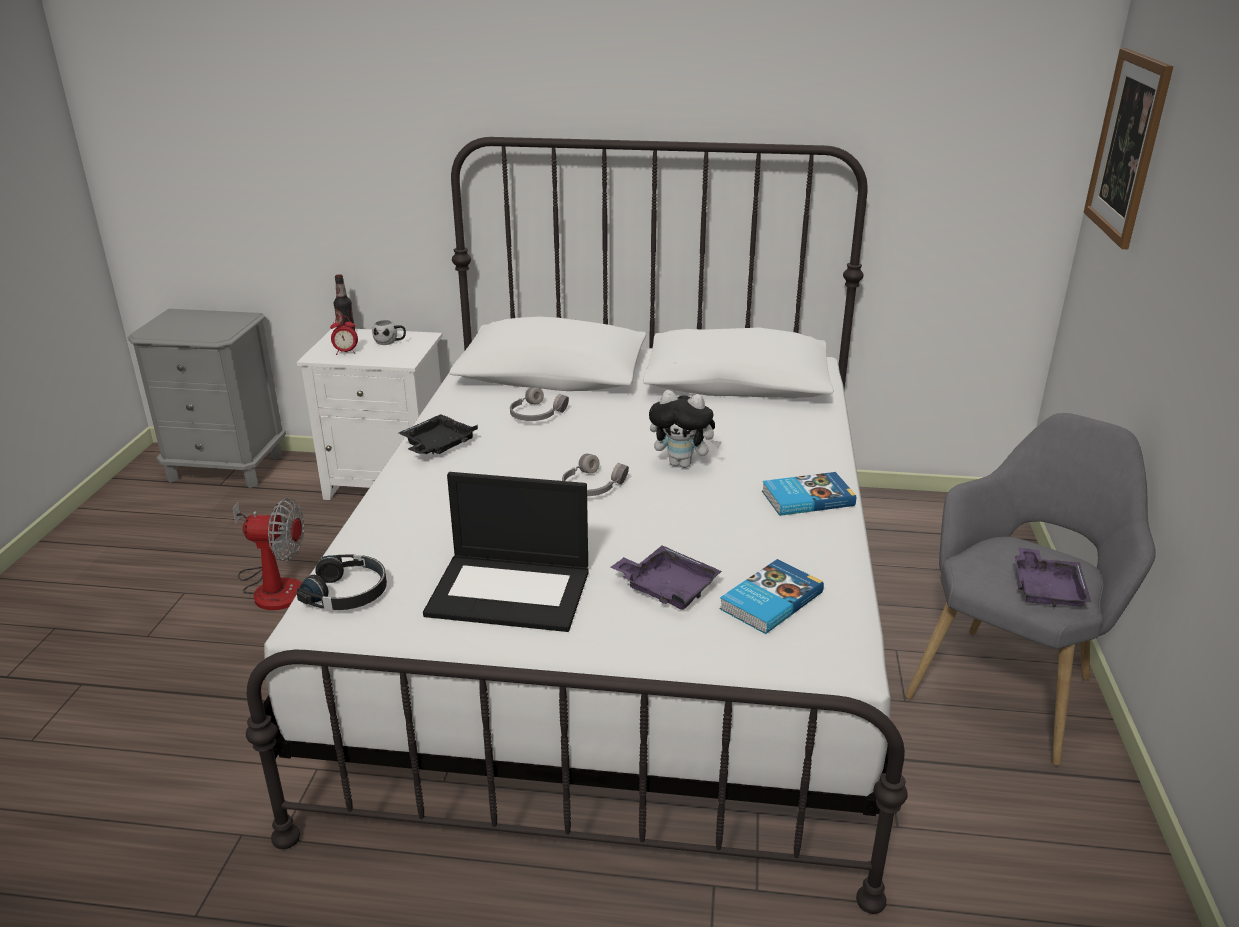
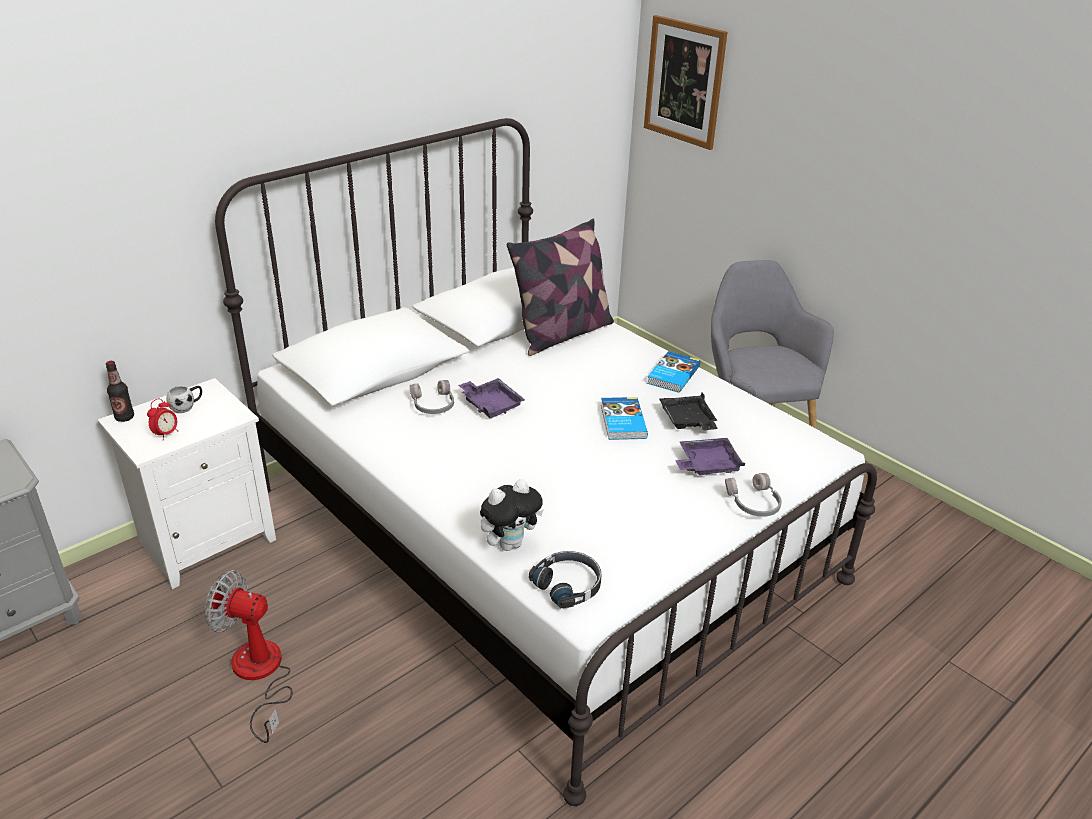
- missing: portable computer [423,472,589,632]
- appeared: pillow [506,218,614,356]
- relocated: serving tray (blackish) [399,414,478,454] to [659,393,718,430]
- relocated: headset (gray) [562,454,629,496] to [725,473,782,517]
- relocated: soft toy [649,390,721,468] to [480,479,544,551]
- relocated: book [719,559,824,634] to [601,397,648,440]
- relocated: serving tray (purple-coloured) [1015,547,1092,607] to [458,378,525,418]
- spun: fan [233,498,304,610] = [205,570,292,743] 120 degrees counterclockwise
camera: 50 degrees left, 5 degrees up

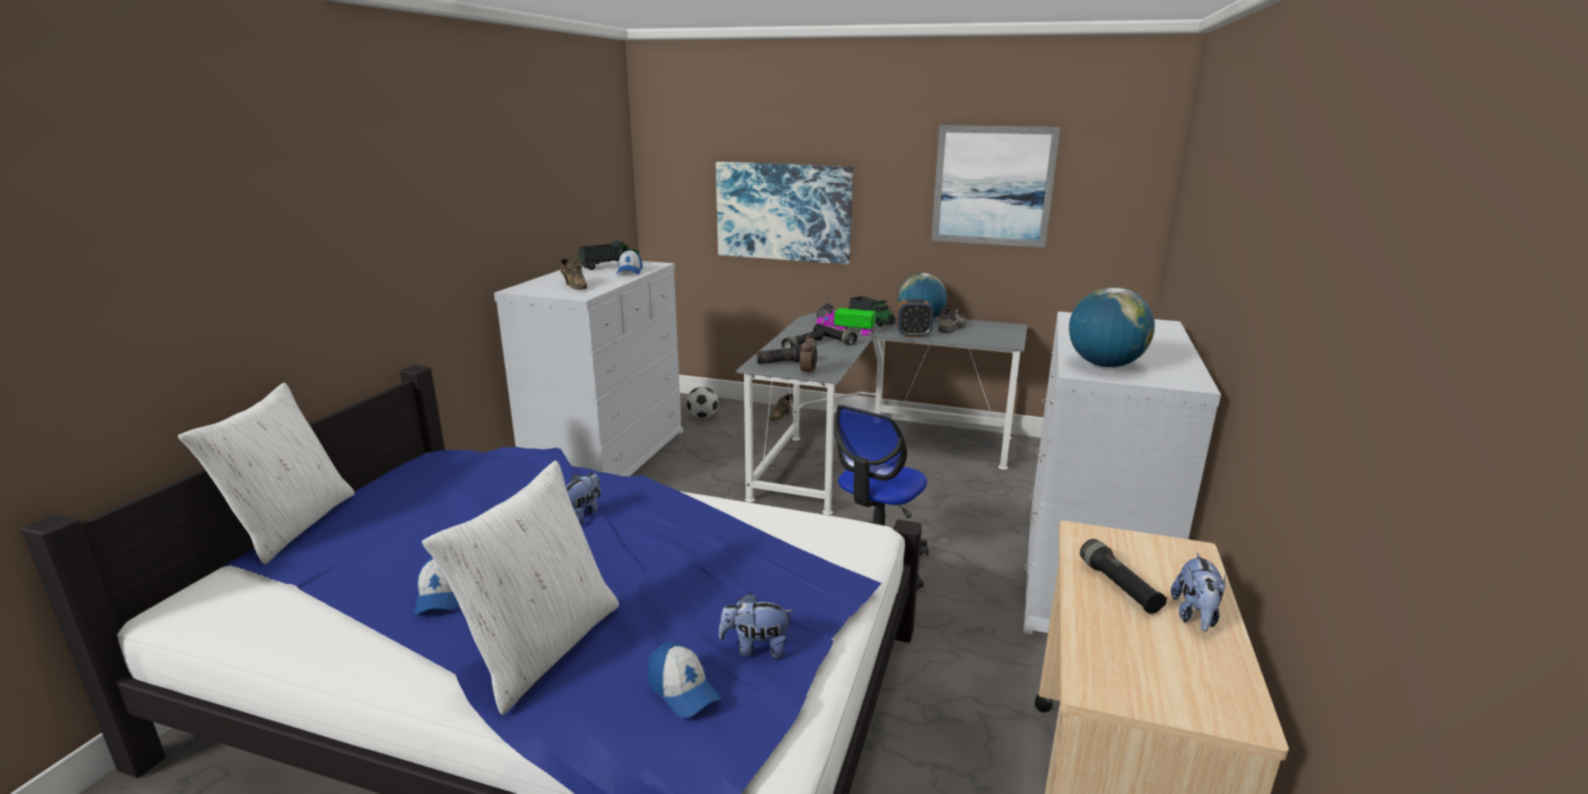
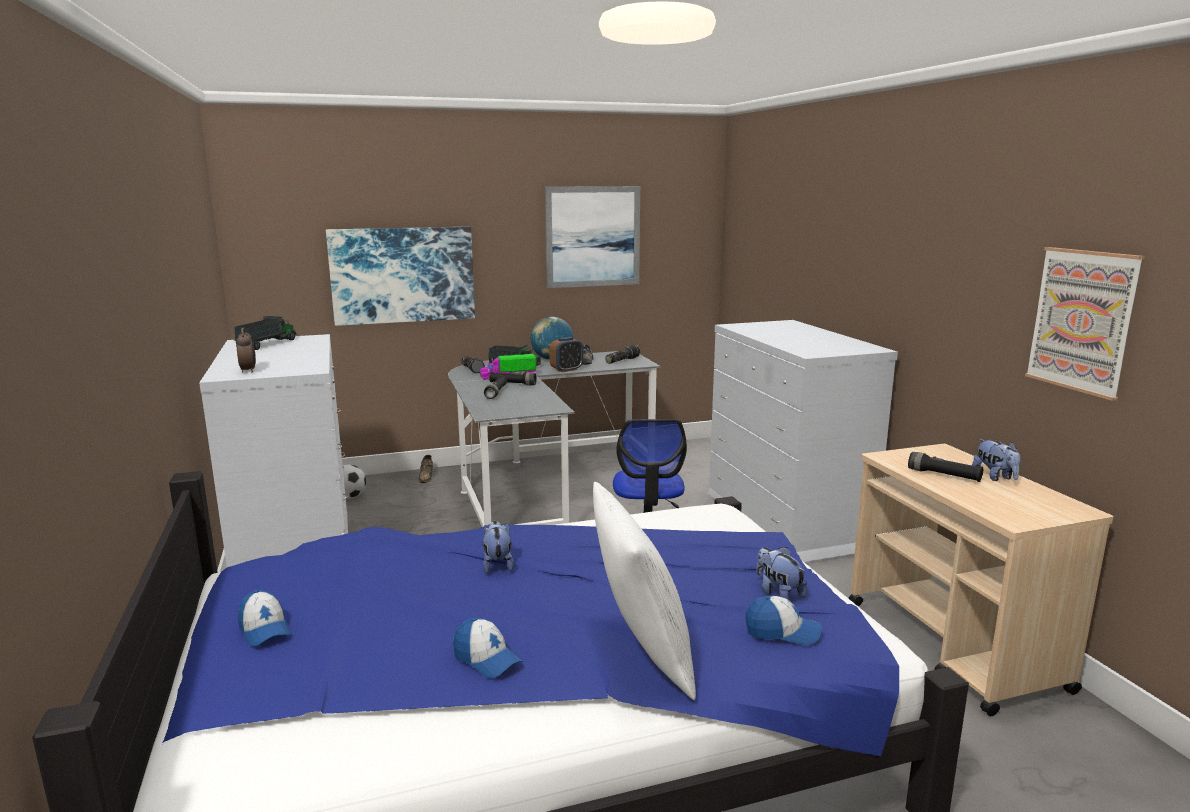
- missing: pillow (whitish) [178,383,355,564]
- missing: item of footwear (brownish) [560,259,587,290]
- missing: desk globe [1069,287,1155,367]
- appeared: wall picture [1025,247,1145,401]
- relocated: baseball cap [617,250,643,274] to [238,590,292,647]
- relocated: hand torch [756,344,802,364] to [605,345,640,364]
- relocated: alarm clock [800,334,817,376] to [237,328,256,372]
- spun: soft toy [719,593,795,659] = [756,547,807,600] 90 degrees clockwise
camera: 35 degrees left, 5 degrees down

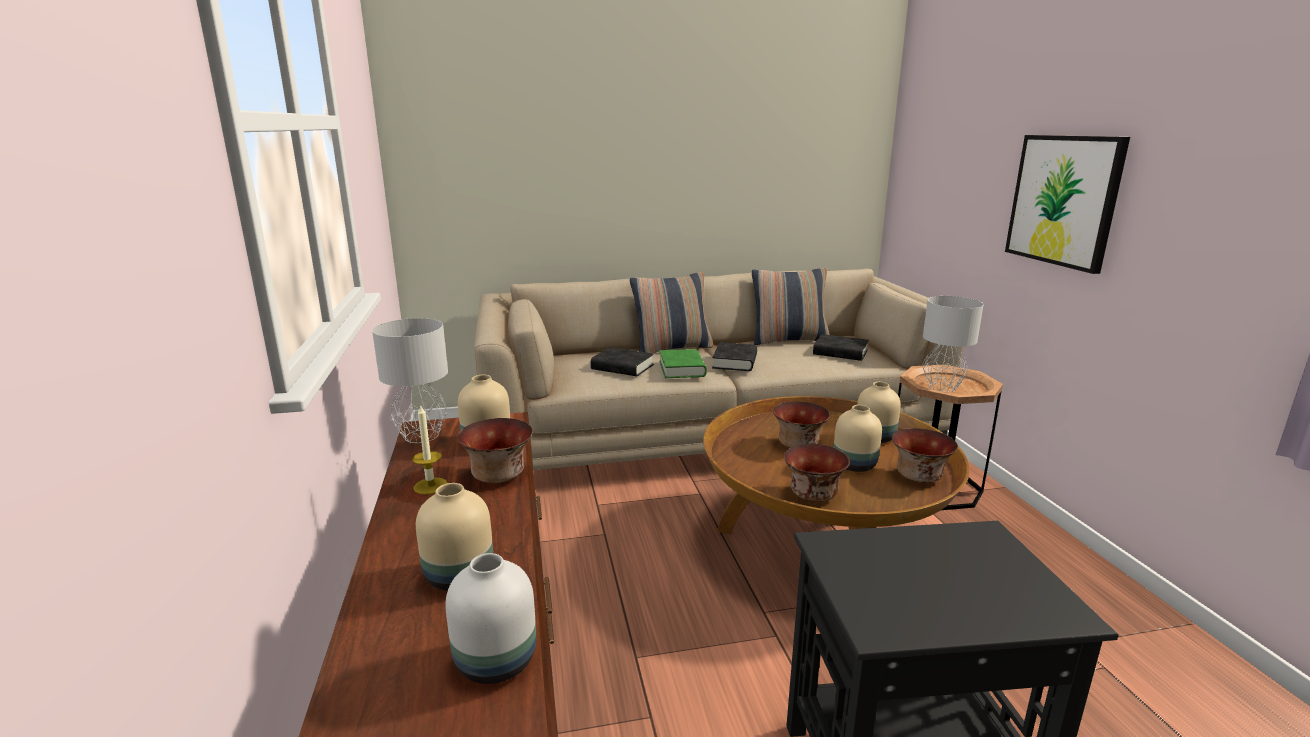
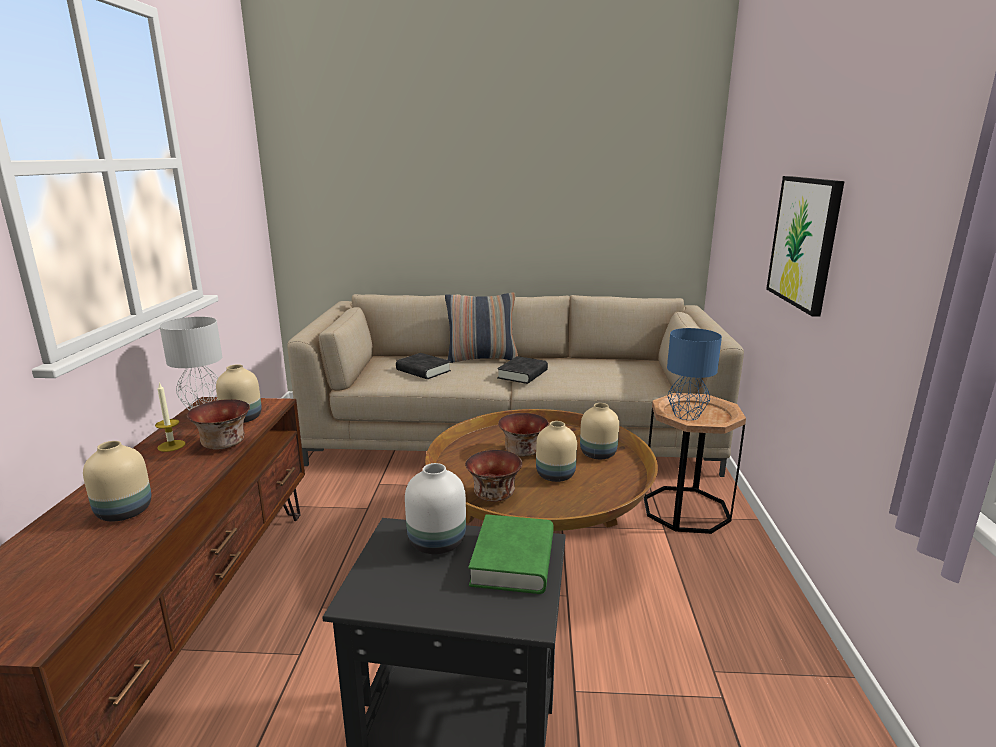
- missing: pillow [752,268,830,345]
- missing: book (blackish) [813,334,869,361]
- missing: bowl [892,428,958,483]
- relocated: vase (whitish) [446,553,536,684] to [405,463,466,554]
- relocated: book (green) [659,349,707,378] to [468,514,554,594]
- colour: tabletop lamp (gray) [922,296,984,392] to tabletop lamp (bluish) [667,328,722,420]
camera: 15 degrees right, 0 degrees up

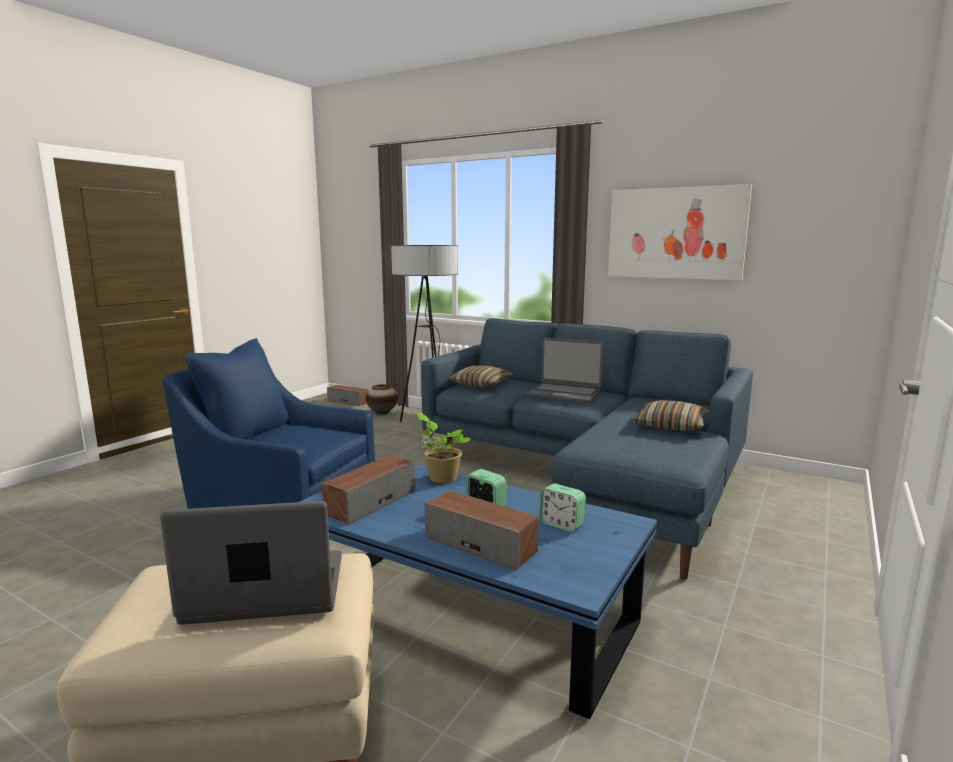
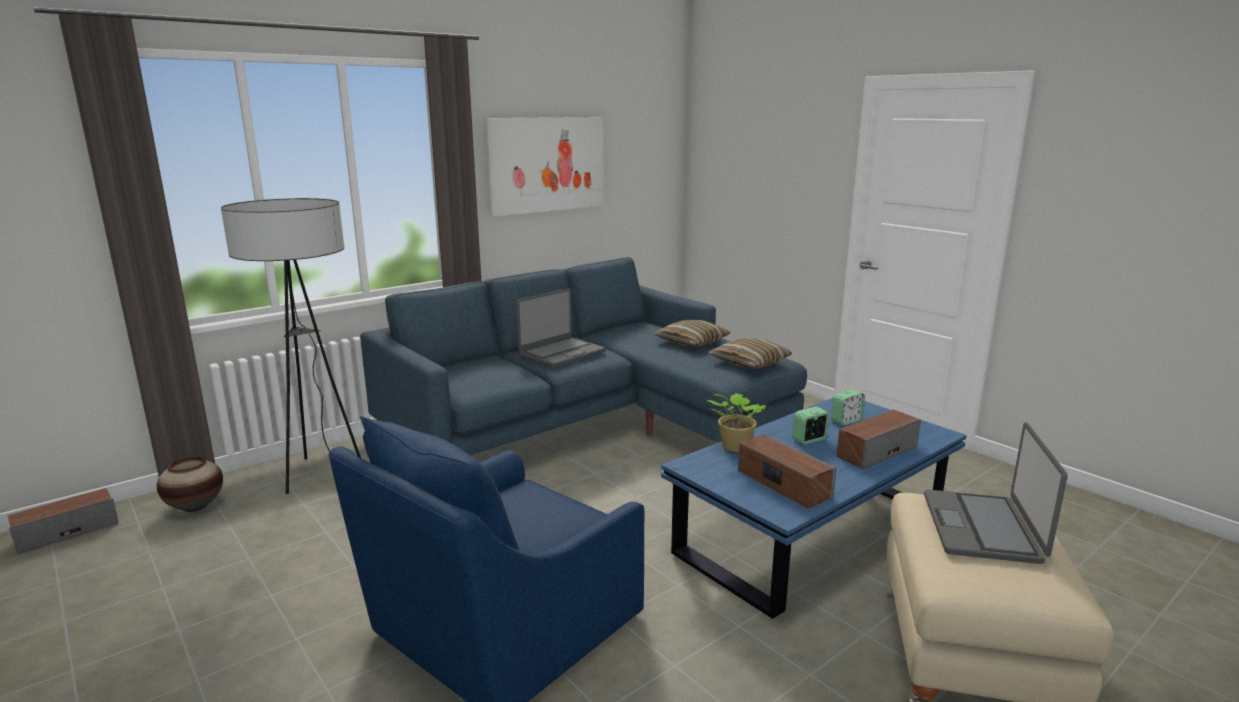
- relocated: pillow [448,366,514,387] to [708,338,793,369]
camera: 70 degrees left, 5 degrees up

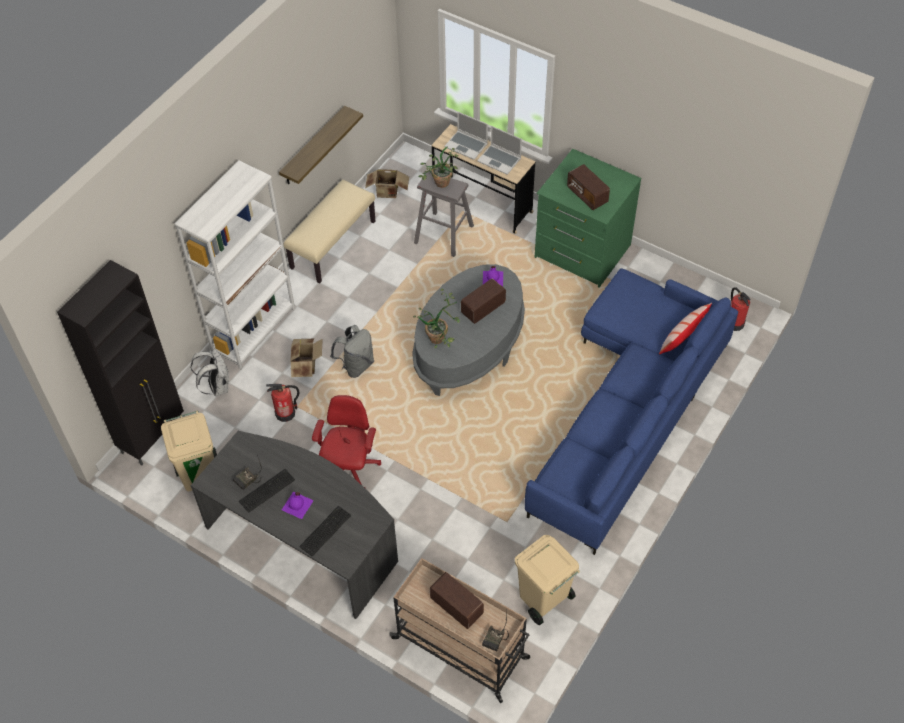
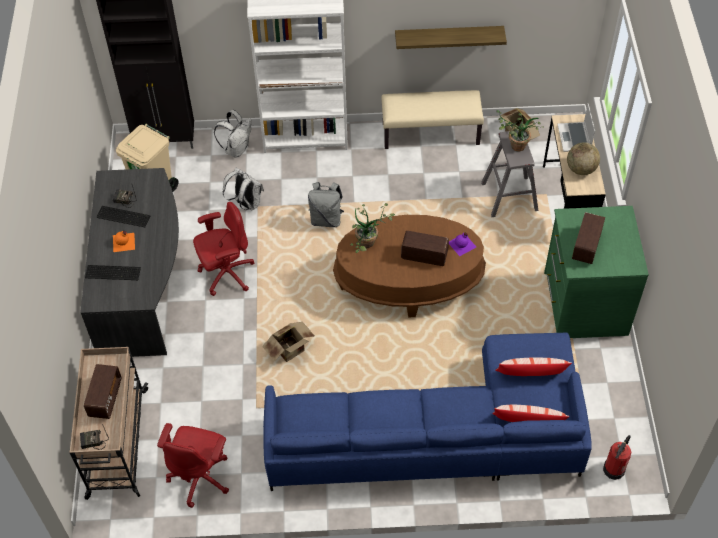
- appeared: pillow [495,357,572,376]
- relocated: packing box [290,339,323,377] to [262,322,314,362]
- exchanged: extinguisher [266,384,300,422] to rucksack (whitish) [223,168,264,210]
- exchanged: portable computer [477,126,522,175] to desk globe [567,142,600,175]
- exchanged: rubbish bin (sand-coloured) [515,535,580,625] to computer chair (red-coloured) [157,423,229,508]
- colour: bottle (purple-coloured) [282,492,314,519] to bottle (orange-coloured) [113,231,135,252]
- colour: low table (gray) [412,264,525,396] to low table (brownish) [333,215,486,317]
camera: 55 degrees right, 0 degrees up

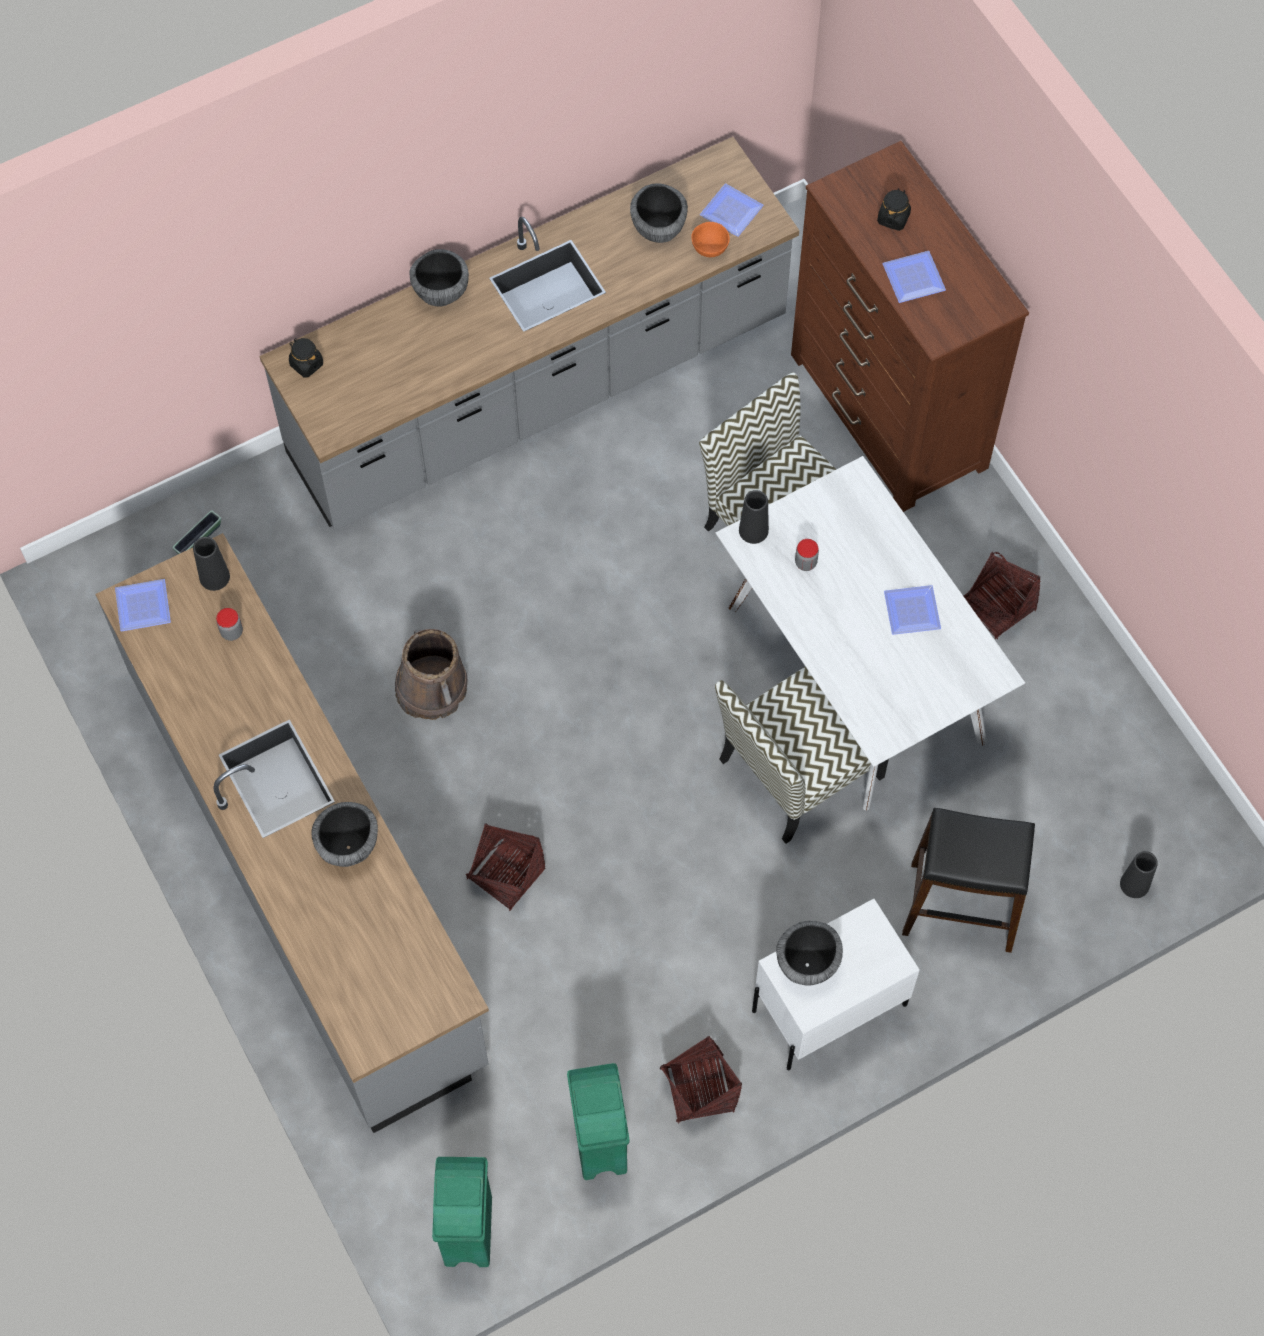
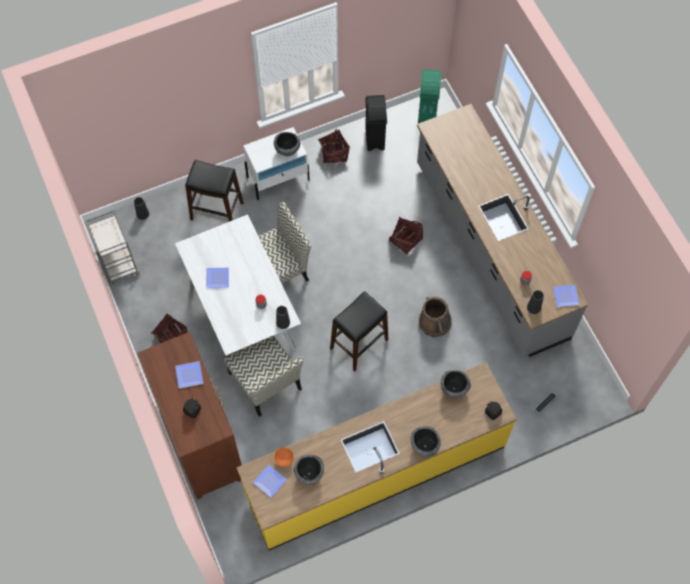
- appeared: cart (gray) [86,210,139,285]
- appeared: sitting stool (blackish) [330,291,388,372]
- relocated: bowl [311,802,378,867] to [441,370,471,398]
- colour: counter (gray) [260,137,799,530] to counter (yellow) [236,362,517,550]
- colour: rubbish bin (green) [567,1063,630,1180] to rubbish bin (blackish) [365,95,387,151]
camera: 175 degrees left, 0 degrees up

